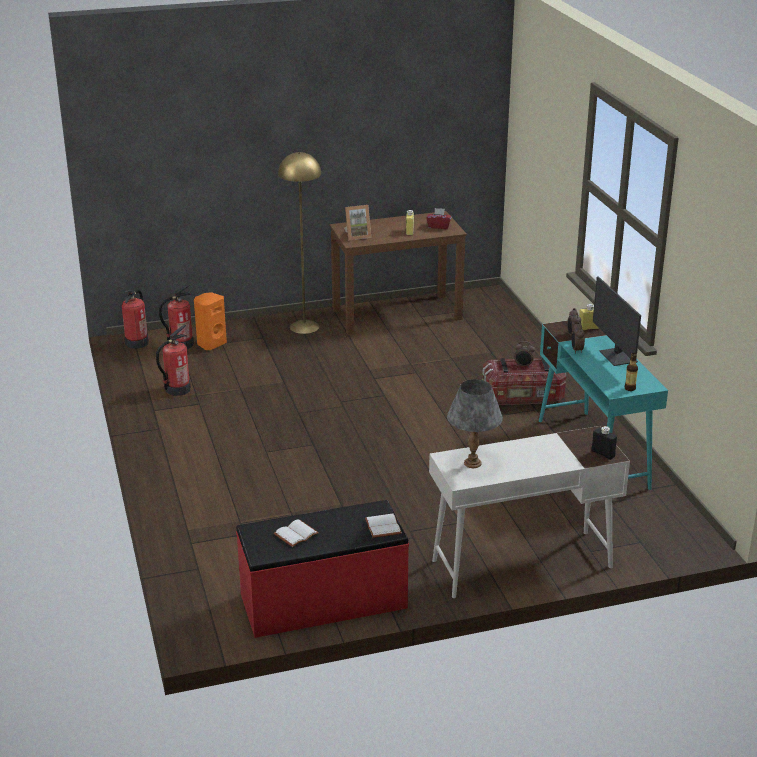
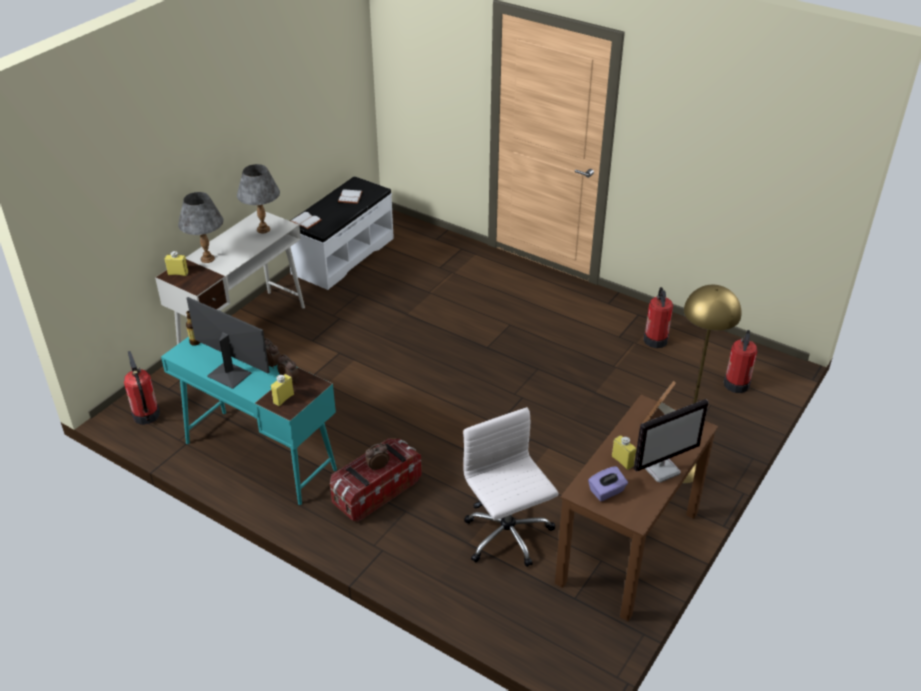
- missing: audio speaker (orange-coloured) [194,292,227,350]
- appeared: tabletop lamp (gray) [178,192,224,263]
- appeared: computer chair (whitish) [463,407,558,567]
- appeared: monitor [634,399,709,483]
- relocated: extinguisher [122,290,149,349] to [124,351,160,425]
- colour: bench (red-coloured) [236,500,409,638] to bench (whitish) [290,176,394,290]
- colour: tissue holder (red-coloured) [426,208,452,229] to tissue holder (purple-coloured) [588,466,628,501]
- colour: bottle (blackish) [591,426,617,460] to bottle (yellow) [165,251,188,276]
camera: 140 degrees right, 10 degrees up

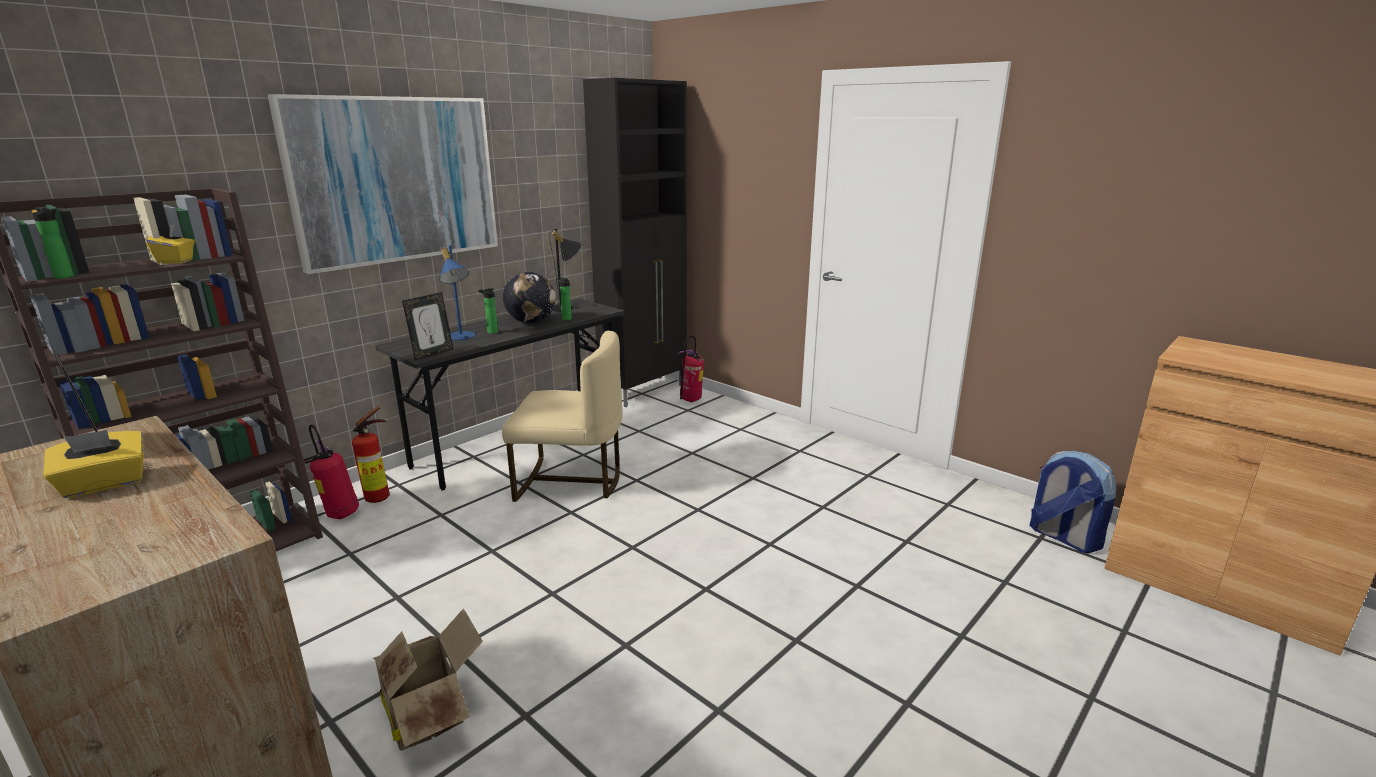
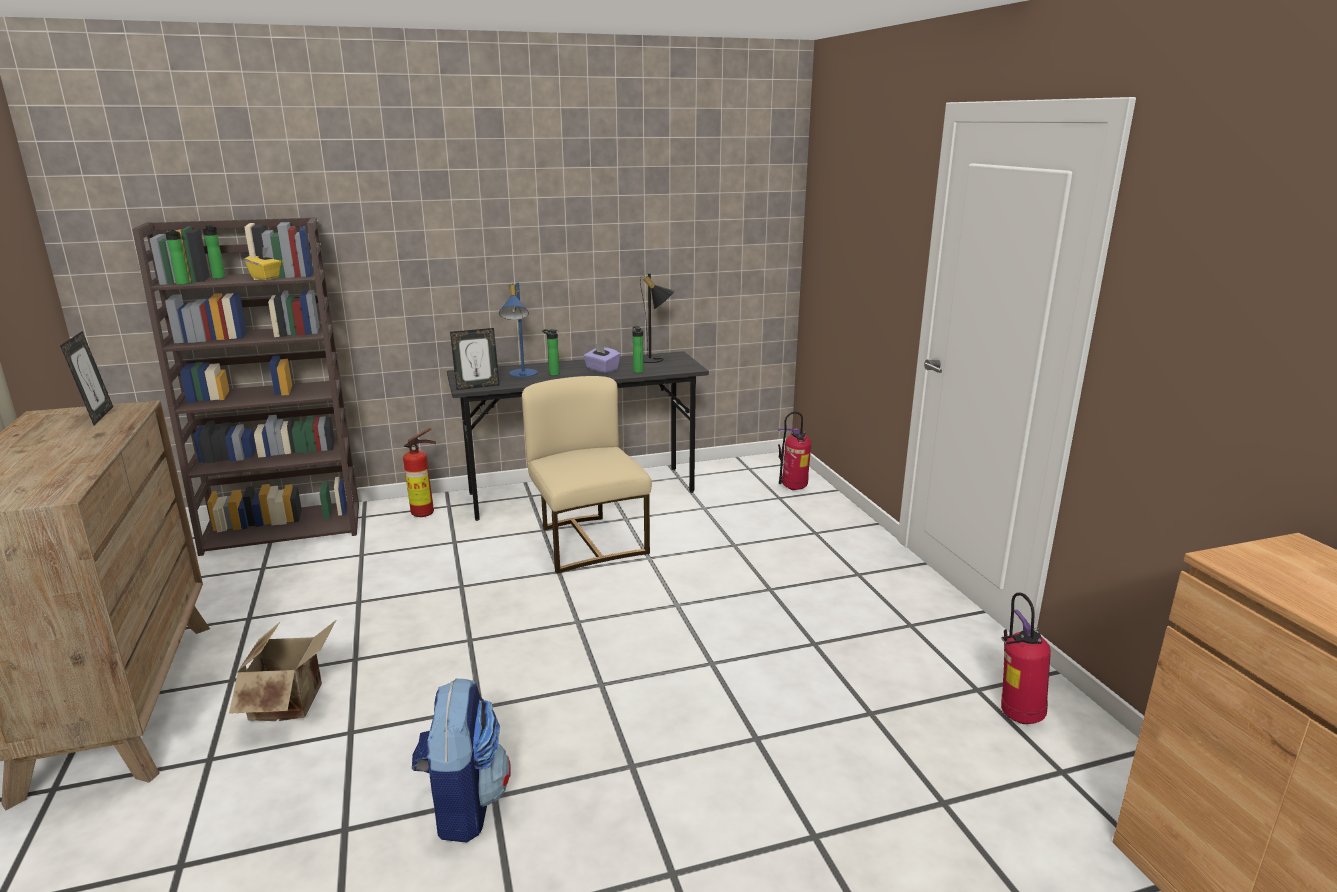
- missing: tissue holder (yellow) [43,430,143,498]
- missing: wall picture [267,94,498,274]
- missing: storage cabinet (blackish) [583,78,687,407]
- appeared: bottle [203,225,226,279]
- relocated: extinguisher [303,425,359,519] to [1001,592,1051,724]
- relocated: rucksack [1030,451,1116,553] to [412,678,511,842]
- exchanged: desk globe [503,272,556,323] to tissue holder (purple-coloured) [583,343,621,373]
- spun: upright chair (sand-coloured) [502,331,623,502] = [522,376,652,574] 150 degrees counterclockwise
camera: 30 degrees right, 0 degrees up

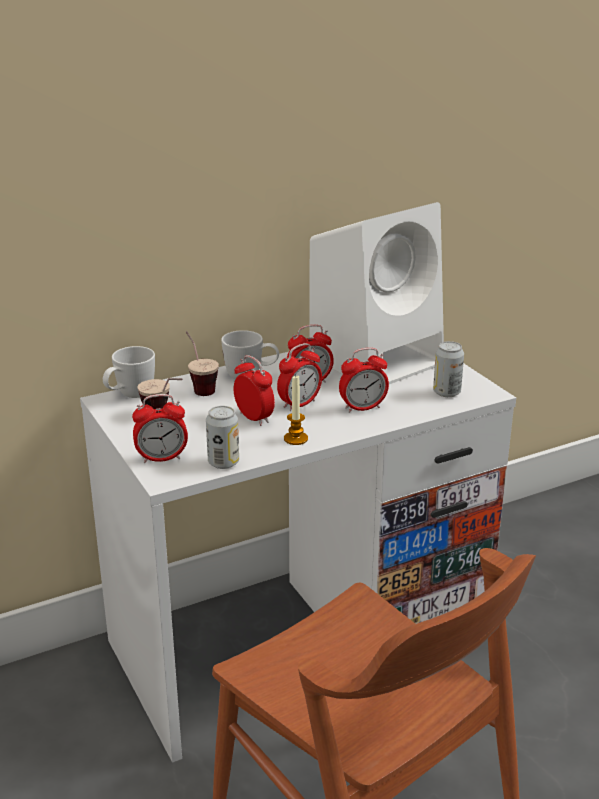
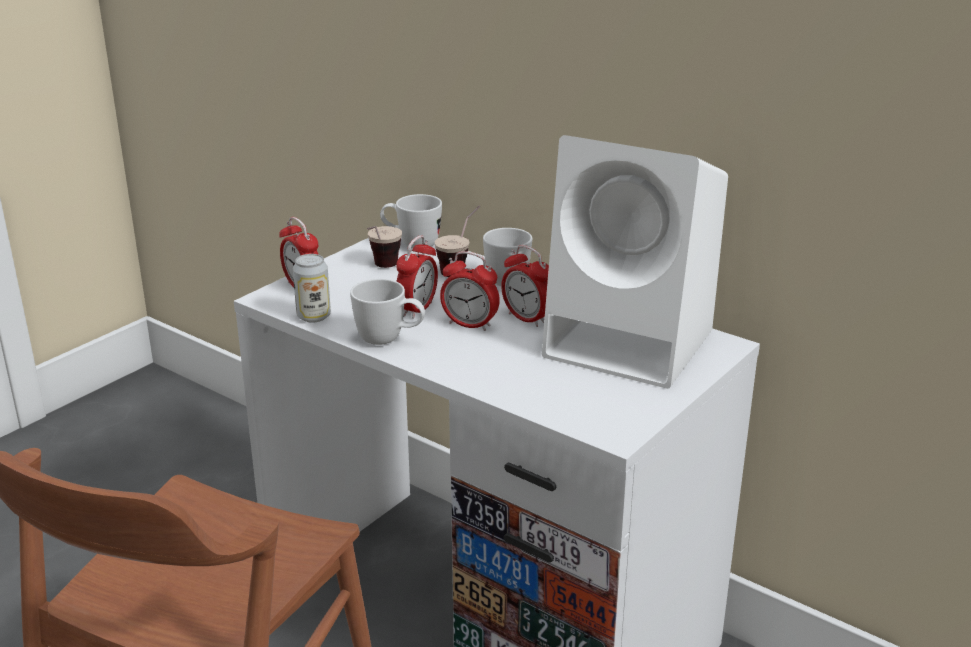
- missing: alarm clock [339,348,389,413]
- missing: can [433,341,464,397]
- exchanged: candle [284,375,308,445] to coffee mug (whitish) [350,279,425,345]
camera: 65 degrees right, 0 degrees up

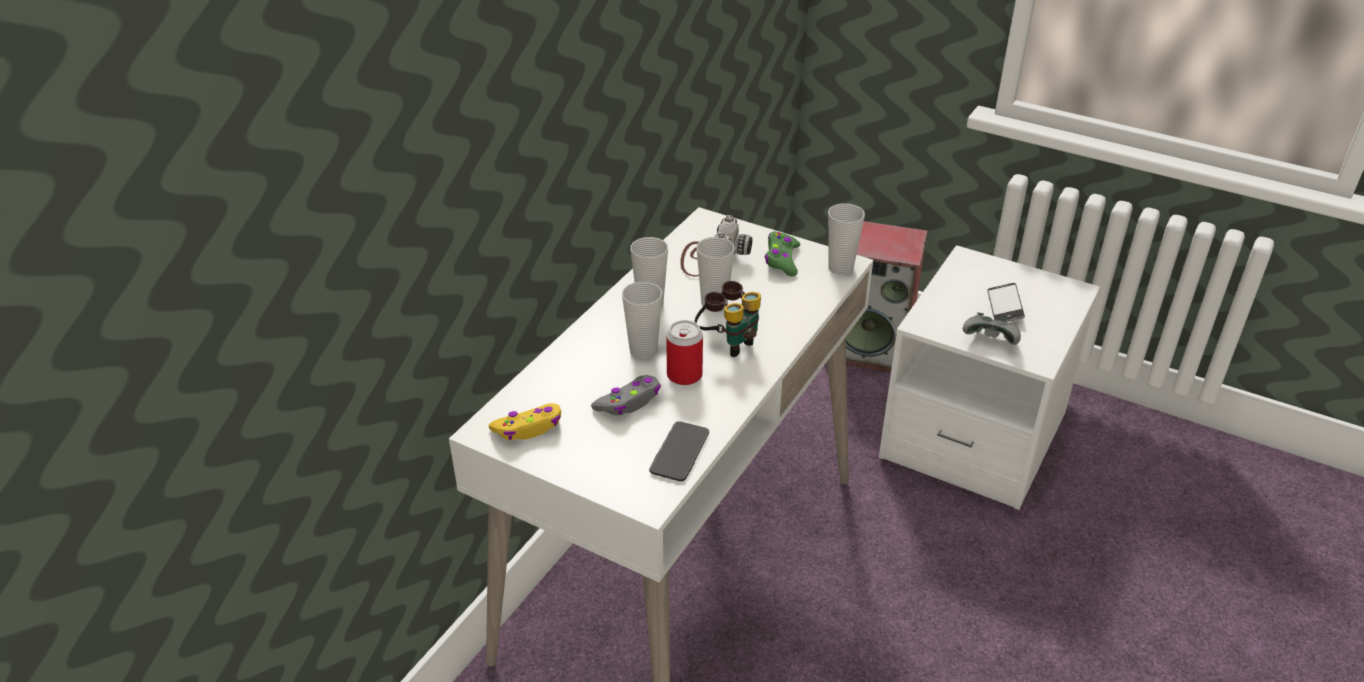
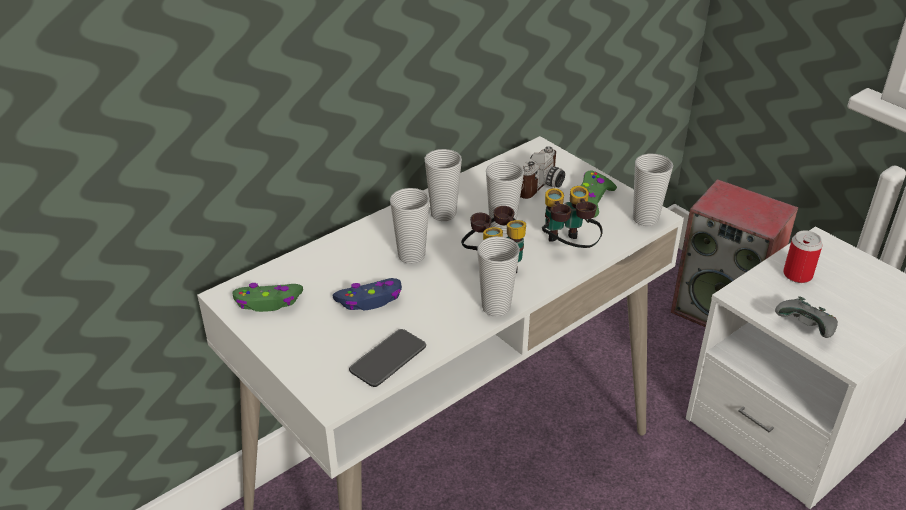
- missing: telephone [987,283,1025,322]
- appeared: cup [477,236,520,317]
- appeared: binoculars [542,186,603,248]
- relocated: can [666,320,703,385] to [783,230,823,283]
- colour: gamepad (yellow) [488,403,561,440] to gamepad (green) [233,283,303,312]
- colour: gamepad (gray) [591,375,661,416] to gamepad (bluish) [332,278,402,310]
camera: 20 degrees right, 0 degrees up

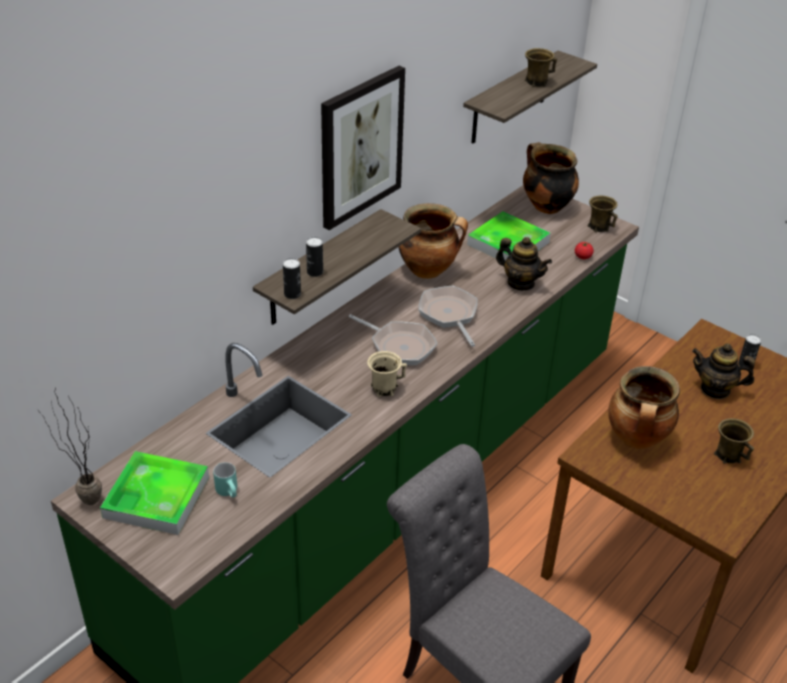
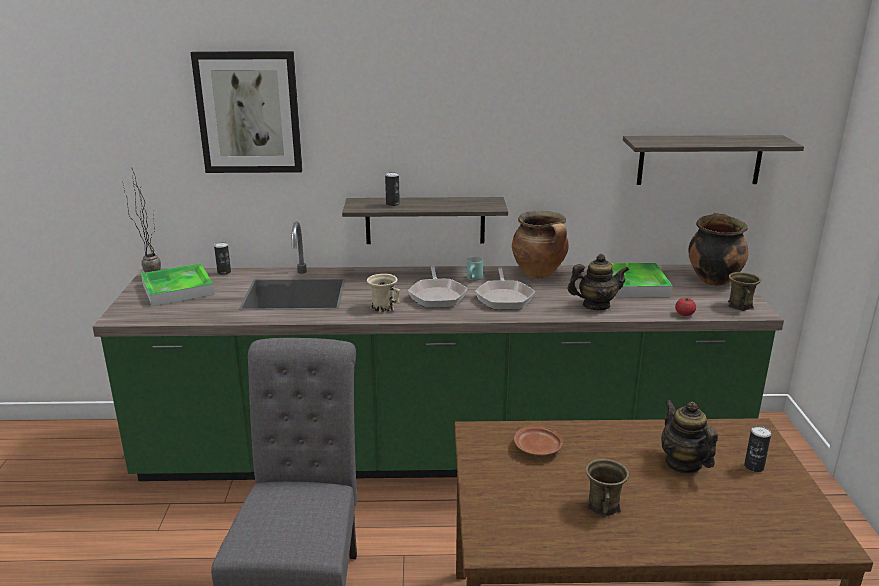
- missing: coffee mug (brownish) [525,48,557,87]
- relocated: coffee mug (turquoise-coloured) [213,462,237,498] to [467,256,483,281]
- relocated: can [283,258,301,299] to [214,242,231,275]
- relocated: wall picture [321,66,405,230] to [190,51,303,173]
- exchanged: cooking pot [608,366,680,449] to flat dish (brownish) [514,426,563,456]
- spun: frying pan [418,286,478,347] = [475,268,535,310] 150 degrees clockwise
- spun: pot for tea [496,237,552,290] = [567,254,629,310] 90 degrees counterclockwise
camera: 50 degrees right, 15 degrees down

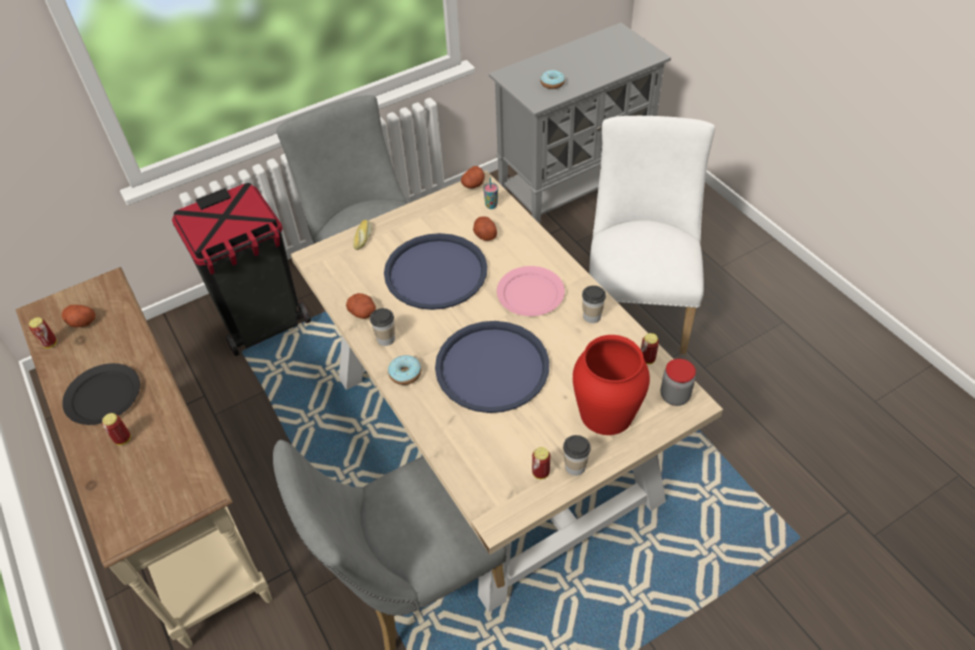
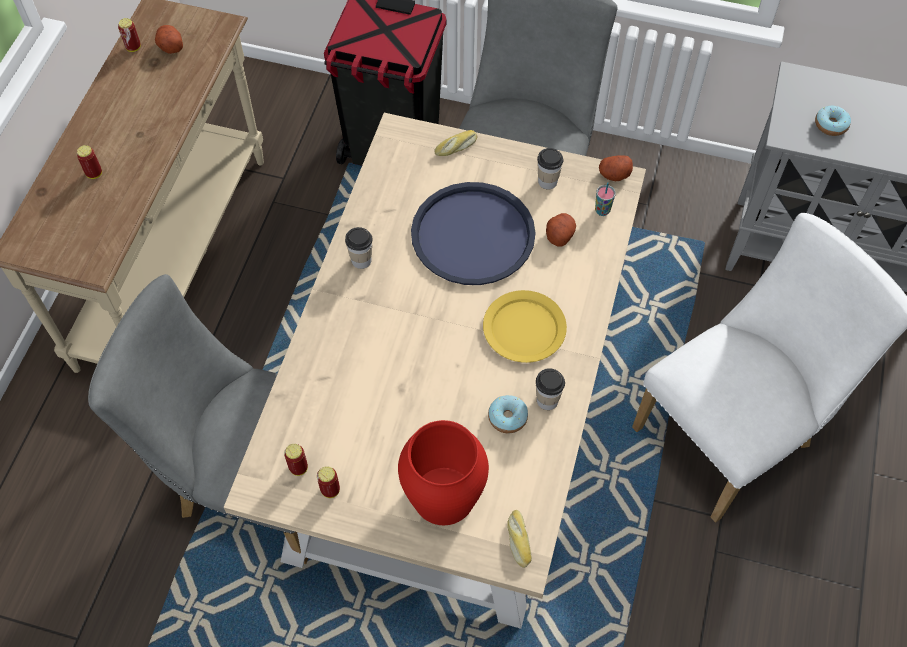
- missing: flat dish (blackish) [62,363,140,425]
- missing: whole potato [346,293,376,319]
- missing: serving tray (bluish) [435,321,549,413]
- relocated: ring doughnut [388,355,421,385] to [488,395,528,433]
- relocated: cup [563,435,591,476] to [537,148,563,189]
- relocated: can [641,333,659,364] to [284,444,308,476]
- exchanged: storage jar [661,359,696,406] to baked bread [507,510,532,568]
- colour: flat dish (pinkish) [497,266,565,316] to flat dish (yellow) [483,290,567,363]
camera: 45 degrees right, 10 degrees up

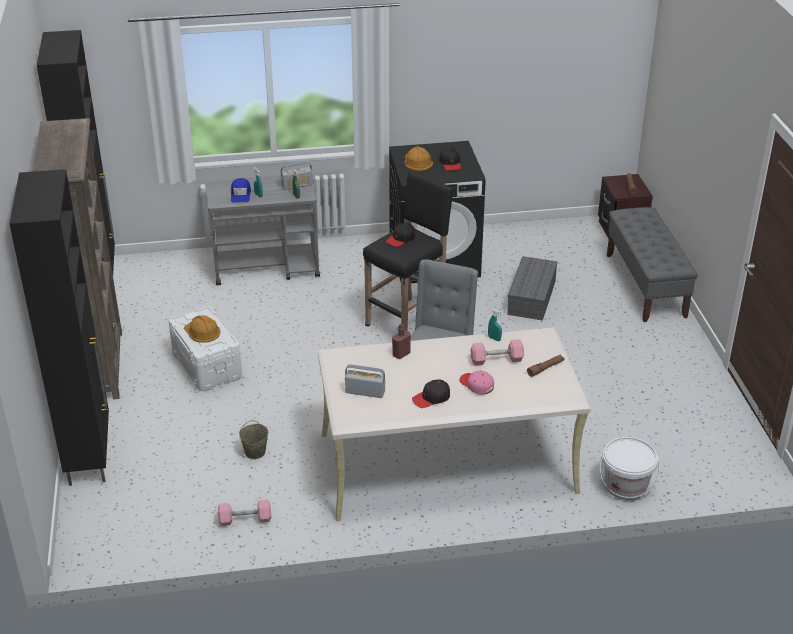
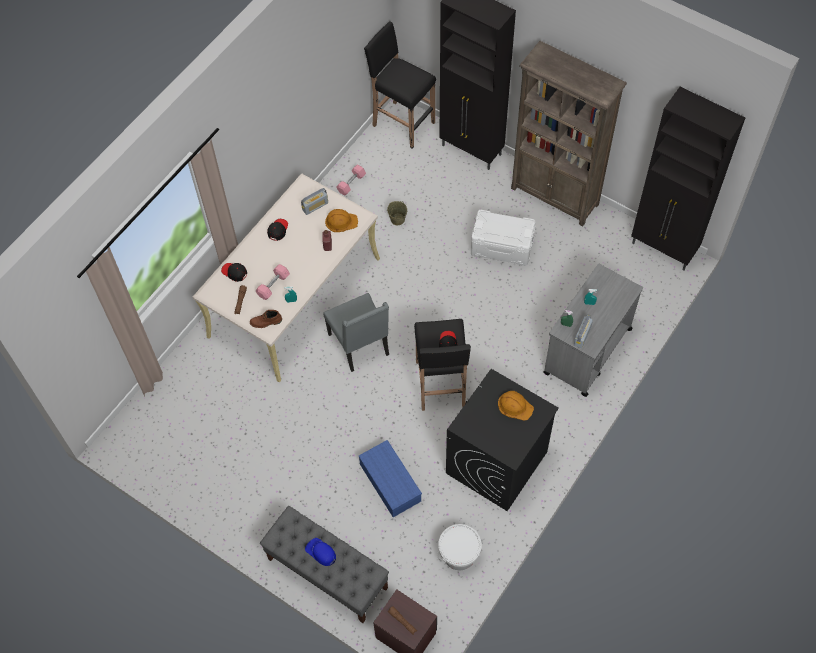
- missing: baseball cap (pinkish) [459,371,494,395]
- appeared: high-top boot (brownish) [250,310,282,328]
- appeared: sitting stool (blackish) [364,21,436,149]
- relocated: work helmet (orange-coloured) [184,315,221,343] to [325,209,358,232]
- relocated: baseball cap (bluish) [231,178,251,203] to [305,538,336,566]
- relocated: baseball cap (blackish) [440,147,461,171] to [221,263,247,282]
- relocated: water bucket (whitish) [599,437,660,500] to [437,524,482,571]
- colour: storage box (gray) [507,256,558,321] to storage box (bluish) [359,440,422,517]
camera: 135 degrees right, 25 degrees up

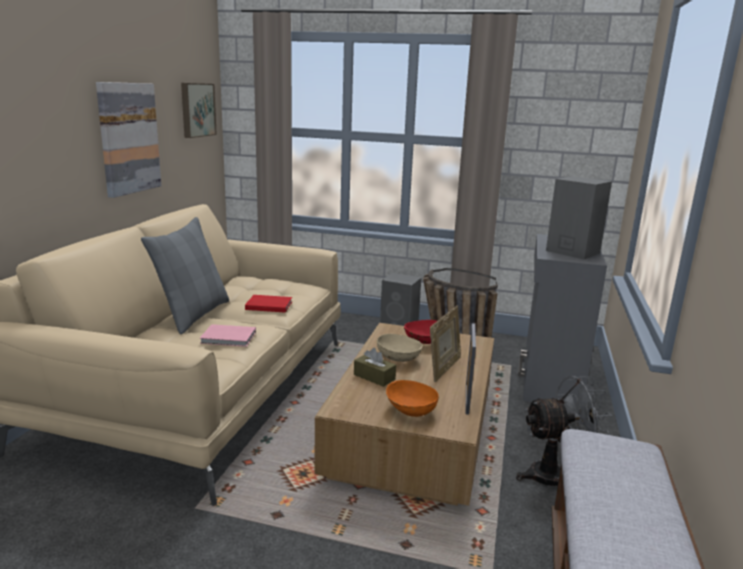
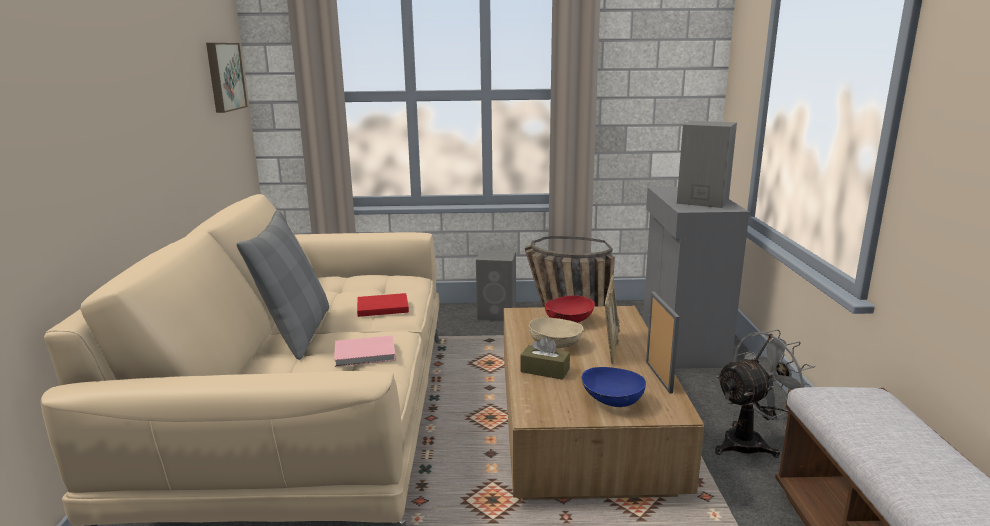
- missing: wall picture [96,82,161,198]
- colour: bowl (orange-coloured) [386,380,439,417] to bowl (bluish) [581,367,646,407]
camera: 15 degrees left, 0 degrees up

